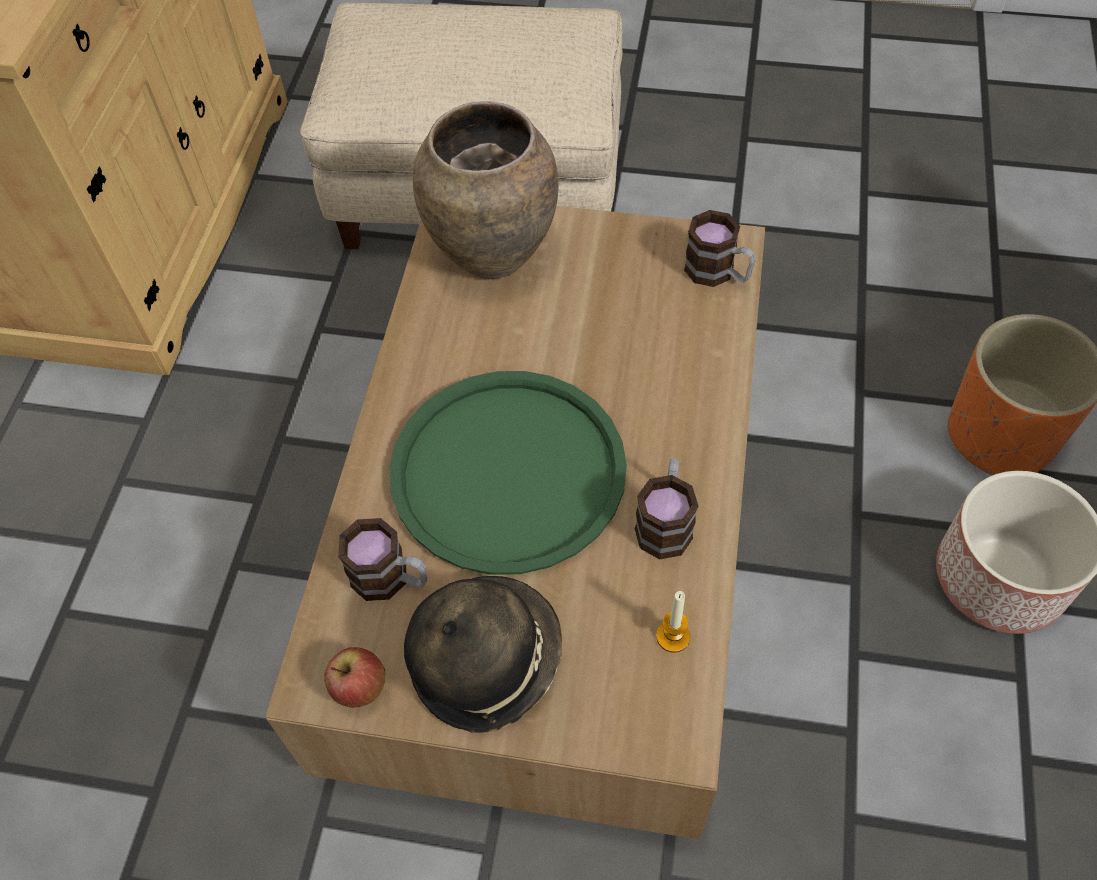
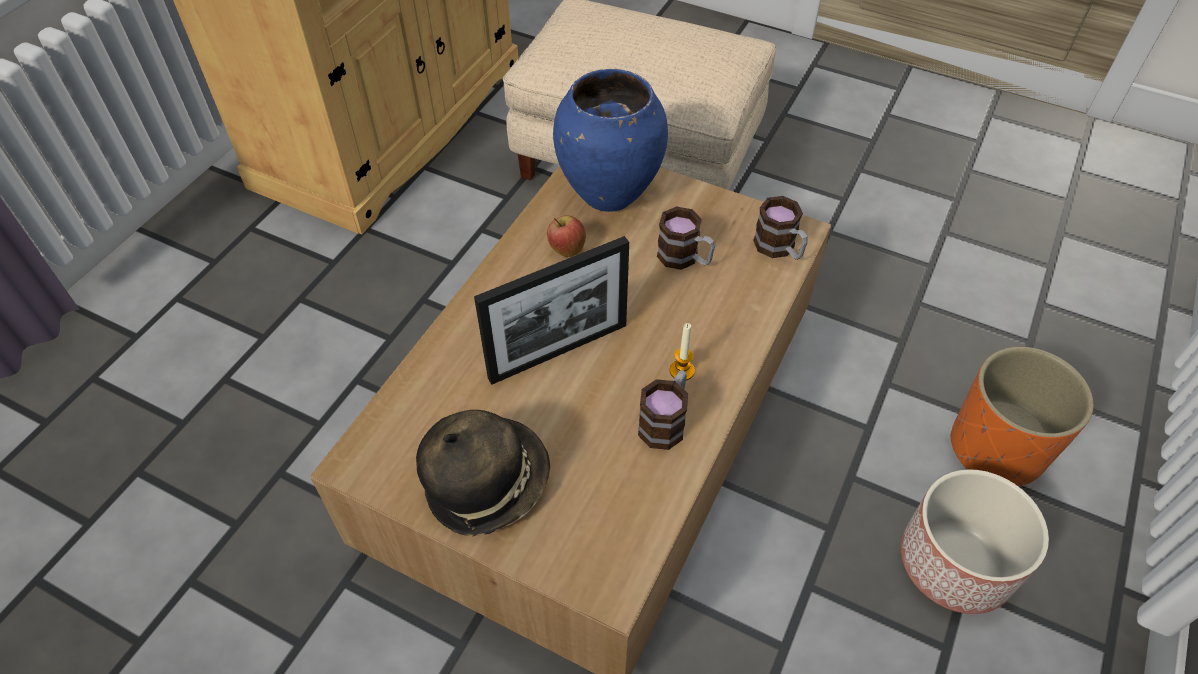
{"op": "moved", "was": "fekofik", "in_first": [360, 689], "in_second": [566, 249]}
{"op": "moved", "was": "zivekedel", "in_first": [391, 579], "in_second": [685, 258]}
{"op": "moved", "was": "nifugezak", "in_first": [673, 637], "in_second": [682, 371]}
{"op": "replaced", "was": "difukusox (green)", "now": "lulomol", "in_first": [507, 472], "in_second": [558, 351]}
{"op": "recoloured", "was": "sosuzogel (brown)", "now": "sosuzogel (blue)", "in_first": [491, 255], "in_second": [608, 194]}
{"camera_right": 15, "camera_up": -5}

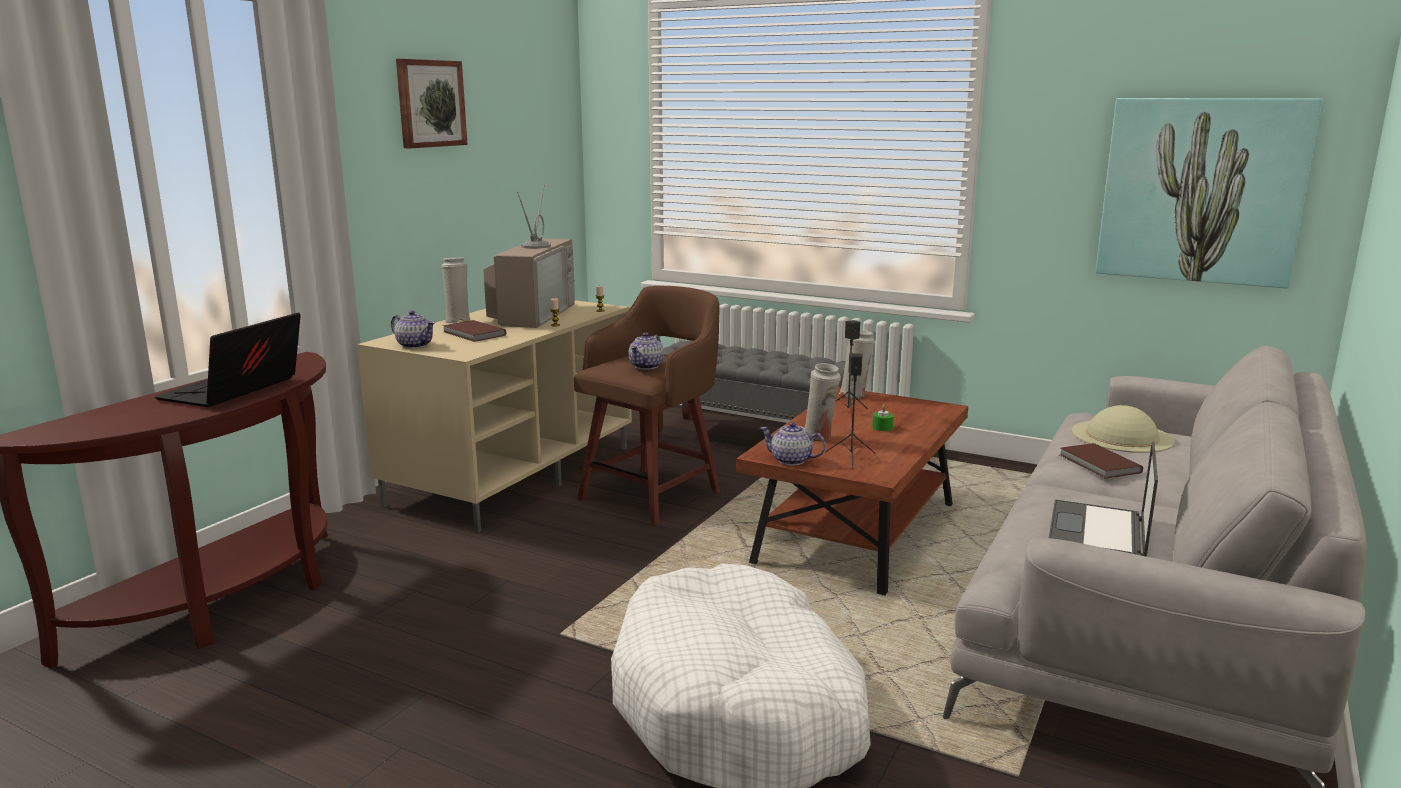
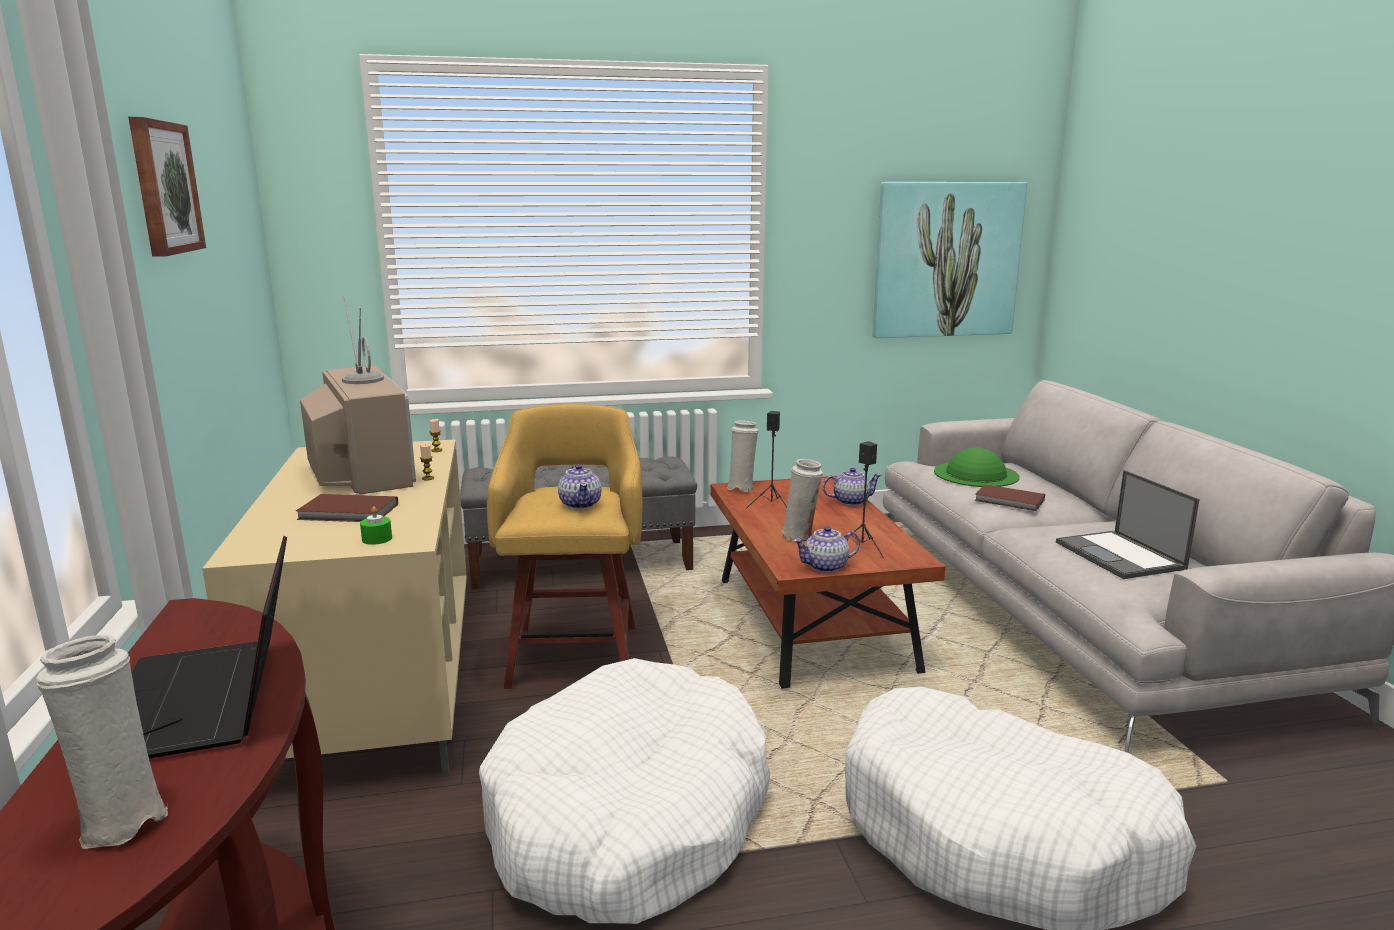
{"op": "added", "now": "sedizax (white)", "in_second": [629, 818]}
{"op": "moved", "was": "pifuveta", "in_first": [415, 345], "in_second": [850, 501]}
{"op": "moved", "was": "sosuzogel (white)", "in_first": [457, 322], "in_second": [119, 822]}
{"op": "moved", "was": "nifugezak (green)", "in_first": [882, 427], "in_second": [377, 539]}
{"op": "recoloured", "was": "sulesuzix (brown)", "now": "sulesuzix (yellow)", "in_first": [653, 494], "in_second": [575, 652]}
{"op": "recoloured", "was": "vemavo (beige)", "now": "vemavo (green)", "in_first": [1122, 436], "in_second": [976, 474]}
{"camera_right": -40, "camera_up": 0}

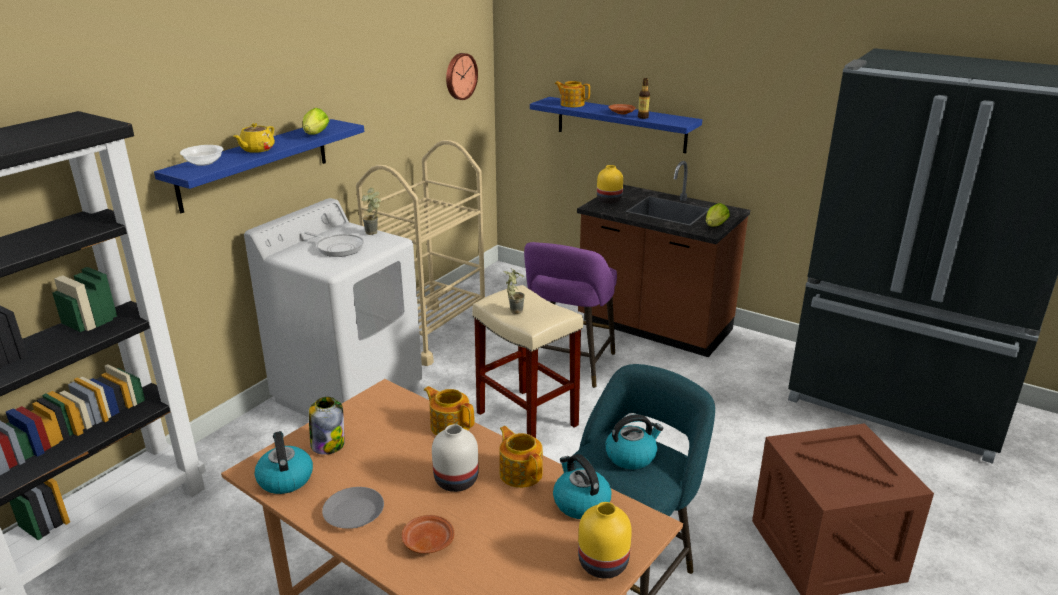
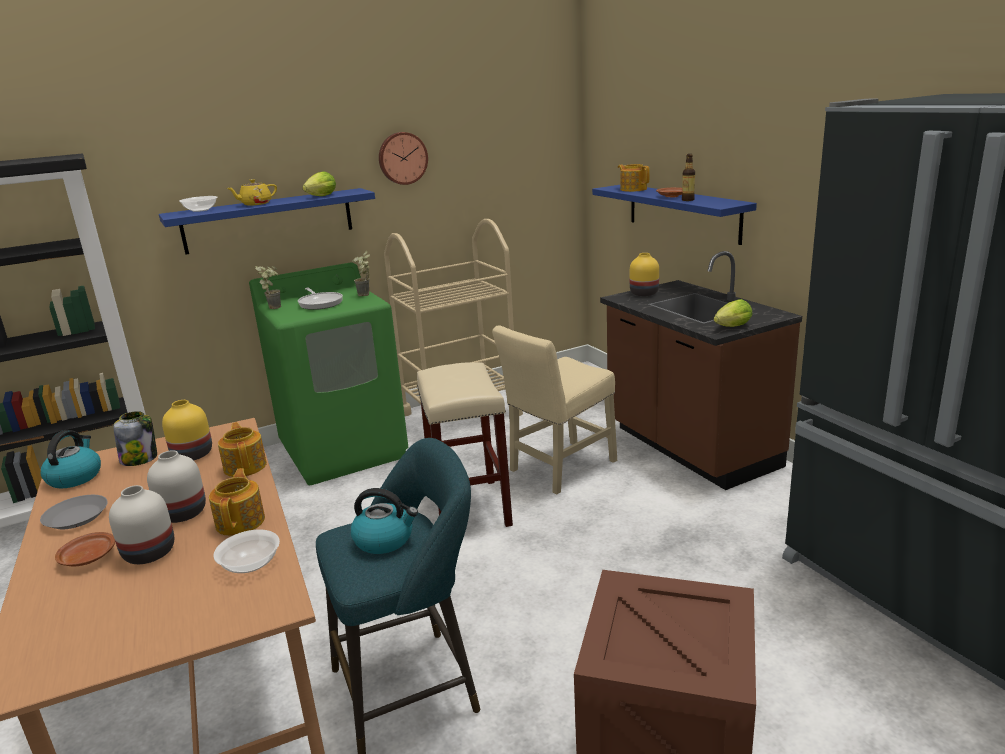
{"op": "added", "now": "sosuzogel (white)", "in_second": [148, 552]}
{"op": "moved", "was": "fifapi", "in_first": [460, 76], "in_second": [402, 158]}
{"op": "moved", "was": "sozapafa", "in_first": [513, 310], "in_second": [275, 306]}
{"op": "moved", "was": "sosuzogel (yellow)", "in_first": [601, 563], "in_second": [192, 454]}
{"op": "replaced", "was": "sulesuzix (purple)", "now": "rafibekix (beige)", "in_first": [569, 366], "in_second": [560, 468]}
{"op": "replaced", "was": "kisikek", "now": "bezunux", "in_first": [580, 503], "in_second": [250, 564]}
{"op": "recoloured", "was": "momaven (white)", "now": "momaven (green)", "in_first": [349, 393], "in_second": [344, 450]}
{"camera_right": 30, "camera_up": -5}

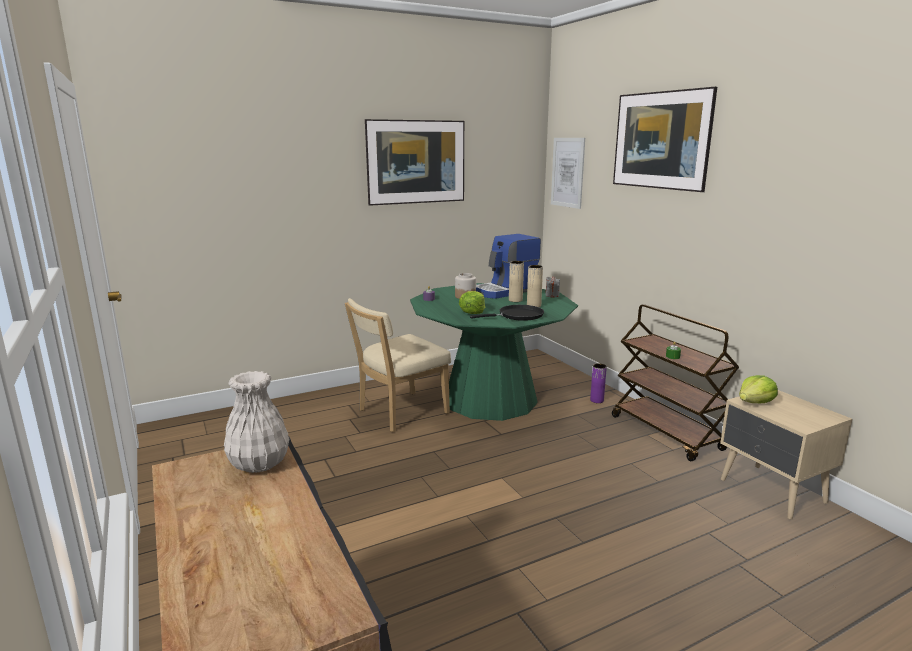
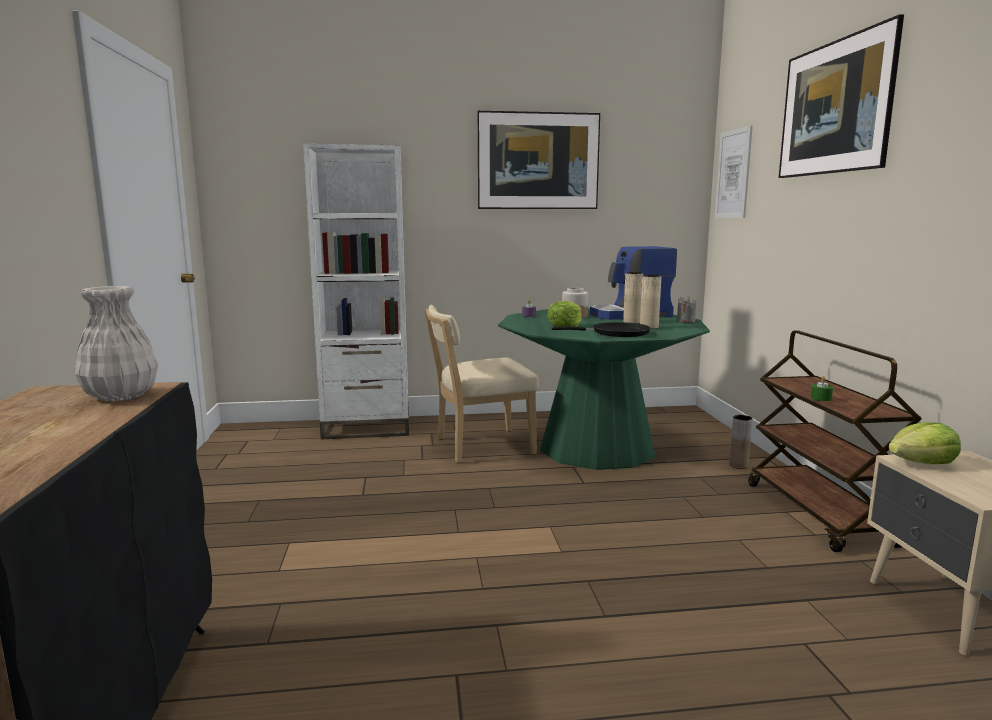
{"op": "added", "now": "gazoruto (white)", "in_second": [367, 428]}
{"op": "recoloured", "was": "sosuzogel (purple)", "now": "sosuzogel (brown)", "in_first": [596, 400], "in_second": [738, 465]}
{"camera_right": 20, "camera_up": -5}

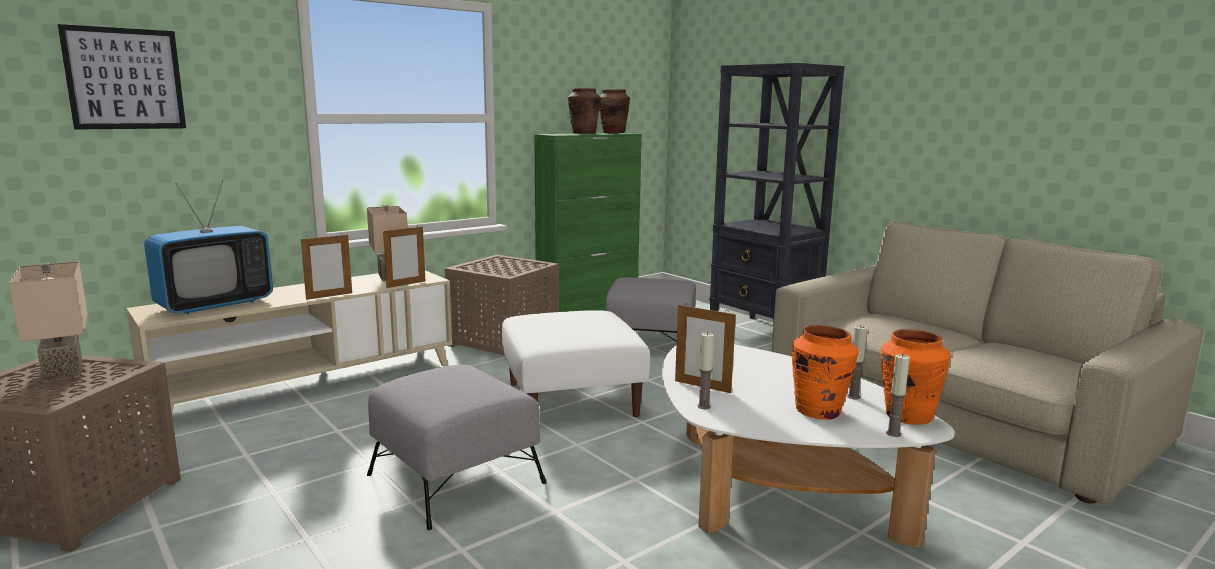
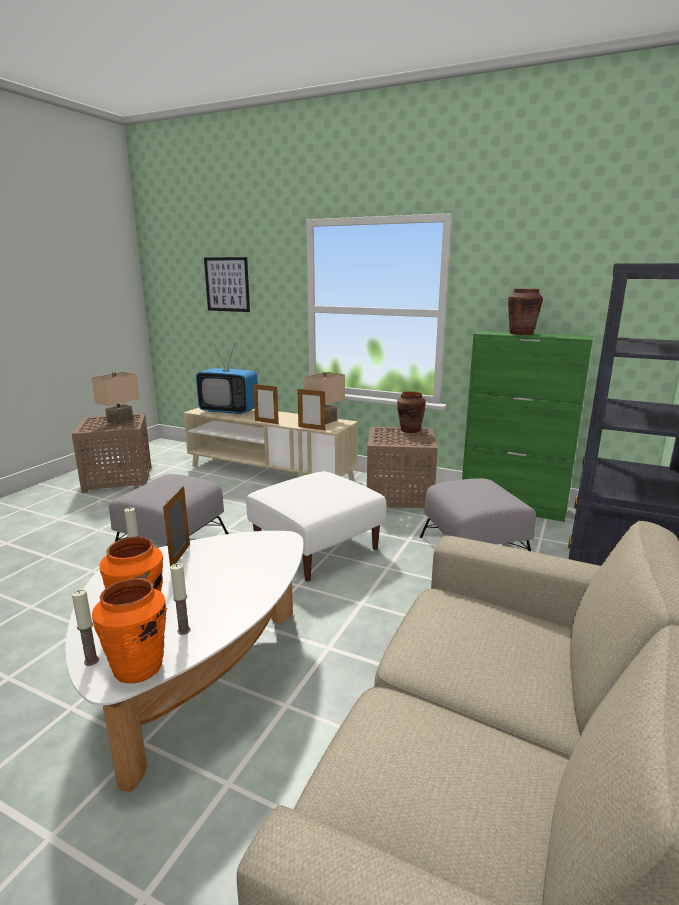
{"op": "moved", "was": "sosuzogel (brown)", "in_first": [613, 133], "in_second": [410, 430]}
{"camera_right": 65, "camera_up": 5}

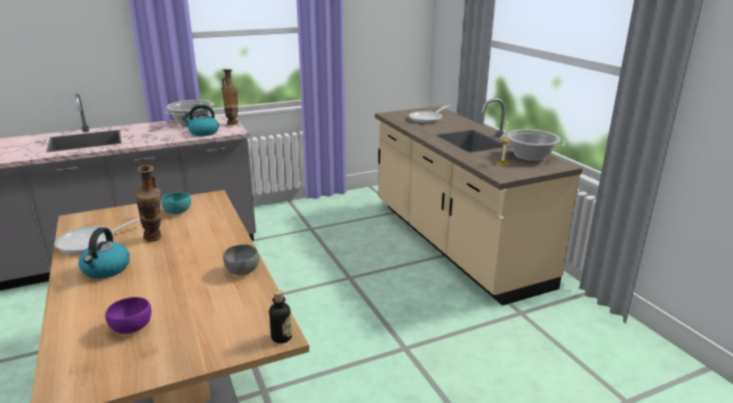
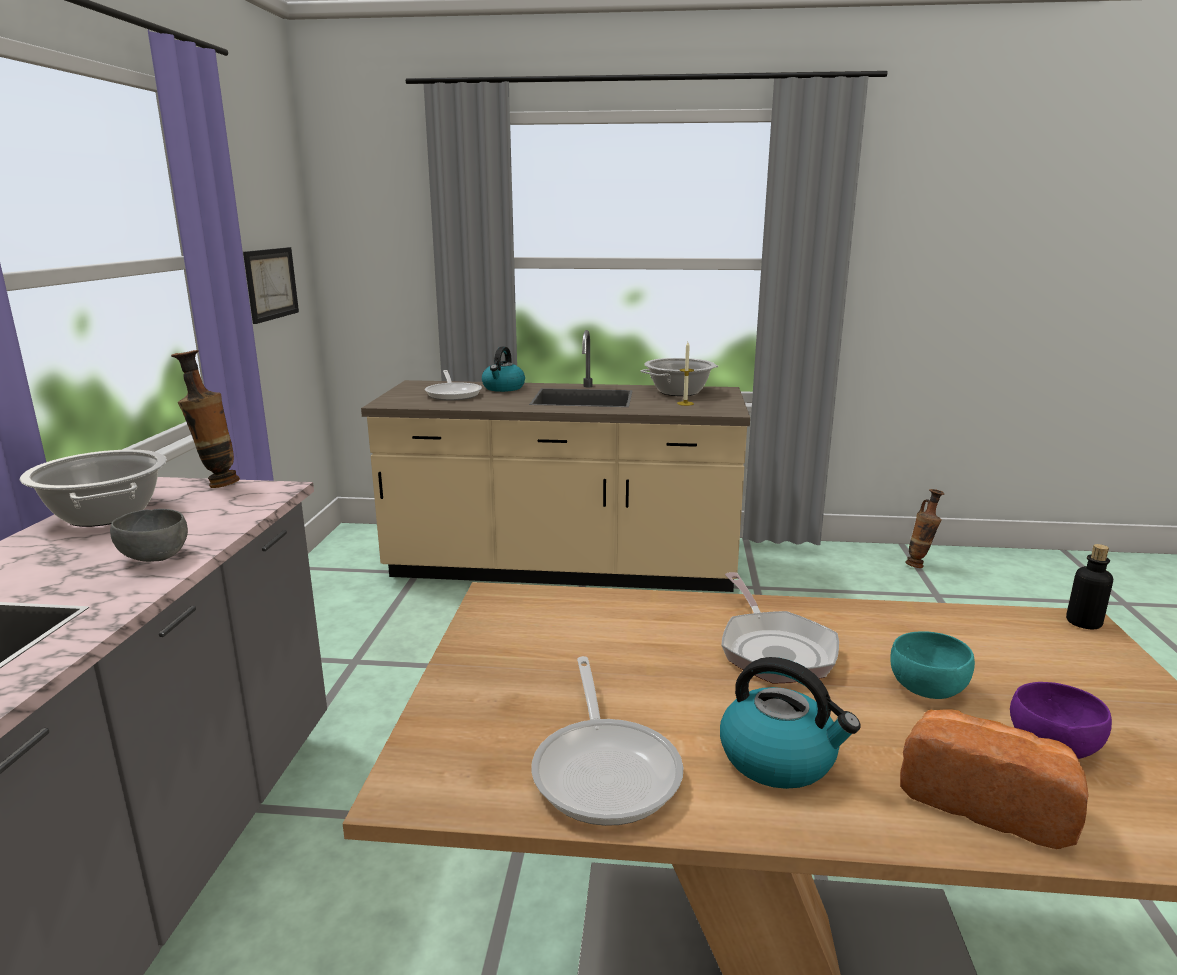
{"op": "added", "now": "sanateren", "in_second": [271, 284]}
{"op": "added", "now": "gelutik", "in_second": [774, 649]}
{"op": "added", "now": "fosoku", "in_second": [986, 800]}
{"op": "moved", "was": "sosuzogel", "in_first": [155, 240], "in_second": [919, 565]}
{"op": "moved", "was": "bezunux (turquoise)", "in_first": [178, 212], "in_second": [926, 690]}
{"op": "moved", "was": "kisikek", "in_first": [203, 132], "in_second": [503, 388]}
{"op": "moved", "was": "bezunux (grey)", "in_first": [243, 271], "in_second": [155, 557]}
{"camera_right": -60, "camera_up": -5}

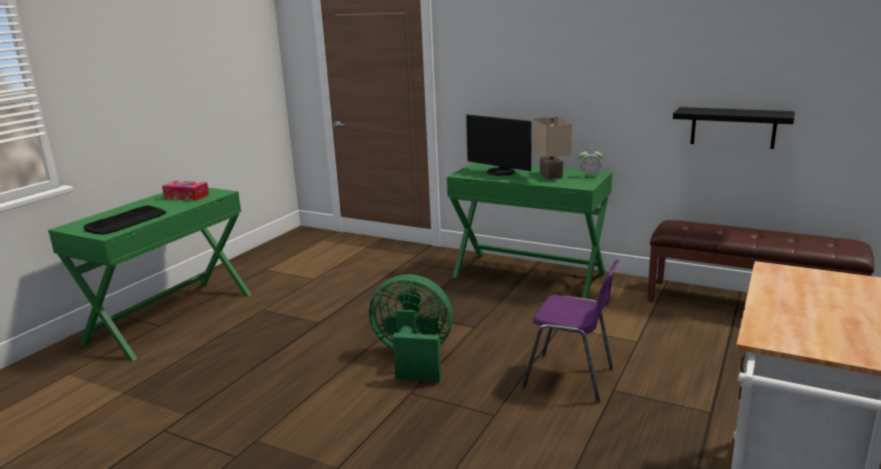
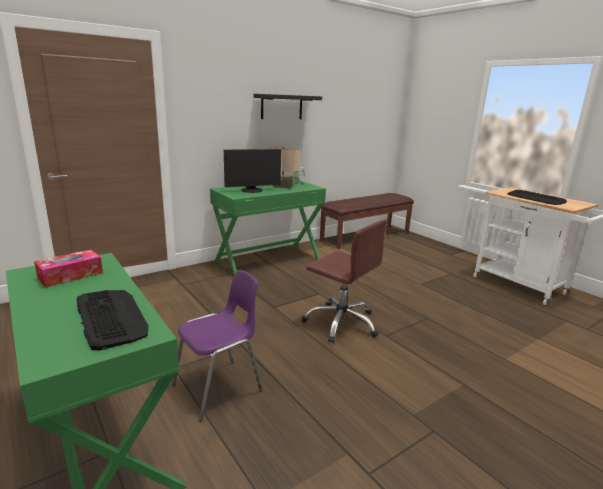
{"op": "added", "now": "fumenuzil", "in_second": [535, 198]}
{"op": "moved", "was": "rafibekix (purple)", "in_first": [571, 379], "in_second": [220, 388]}
{"op": "moved", "was": "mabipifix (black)", "in_first": [733, 127], "in_second": [281, 107]}
{"op": "replaced", "was": "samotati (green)", "now": "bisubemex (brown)", "in_first": [413, 358], "in_second": [341, 323]}
{"camera_right": -65, "camera_up": 0}

